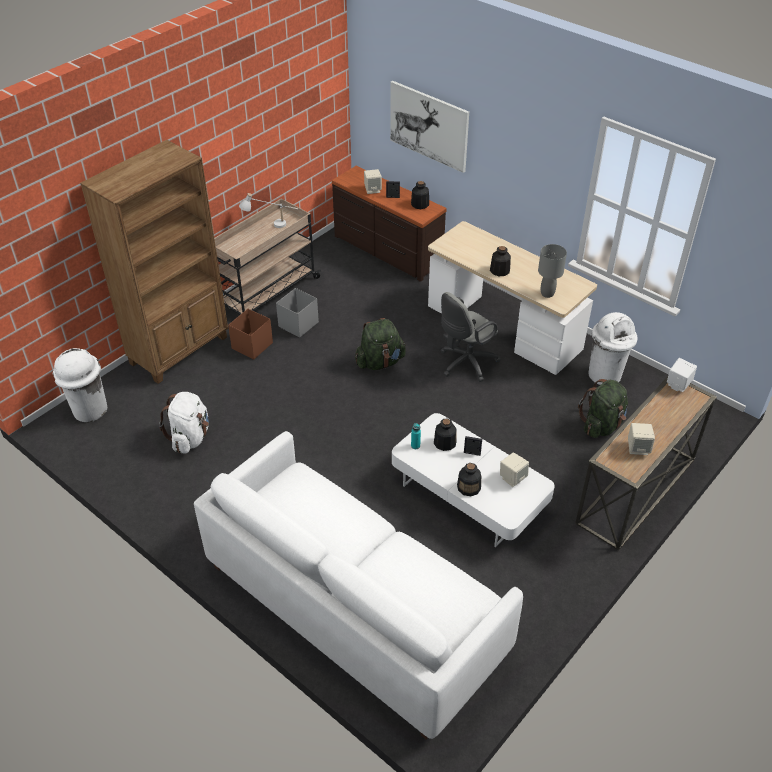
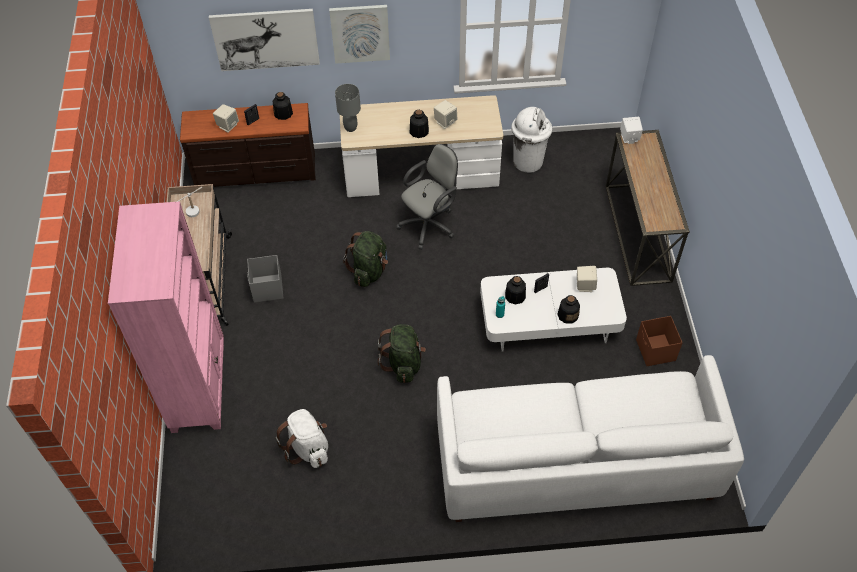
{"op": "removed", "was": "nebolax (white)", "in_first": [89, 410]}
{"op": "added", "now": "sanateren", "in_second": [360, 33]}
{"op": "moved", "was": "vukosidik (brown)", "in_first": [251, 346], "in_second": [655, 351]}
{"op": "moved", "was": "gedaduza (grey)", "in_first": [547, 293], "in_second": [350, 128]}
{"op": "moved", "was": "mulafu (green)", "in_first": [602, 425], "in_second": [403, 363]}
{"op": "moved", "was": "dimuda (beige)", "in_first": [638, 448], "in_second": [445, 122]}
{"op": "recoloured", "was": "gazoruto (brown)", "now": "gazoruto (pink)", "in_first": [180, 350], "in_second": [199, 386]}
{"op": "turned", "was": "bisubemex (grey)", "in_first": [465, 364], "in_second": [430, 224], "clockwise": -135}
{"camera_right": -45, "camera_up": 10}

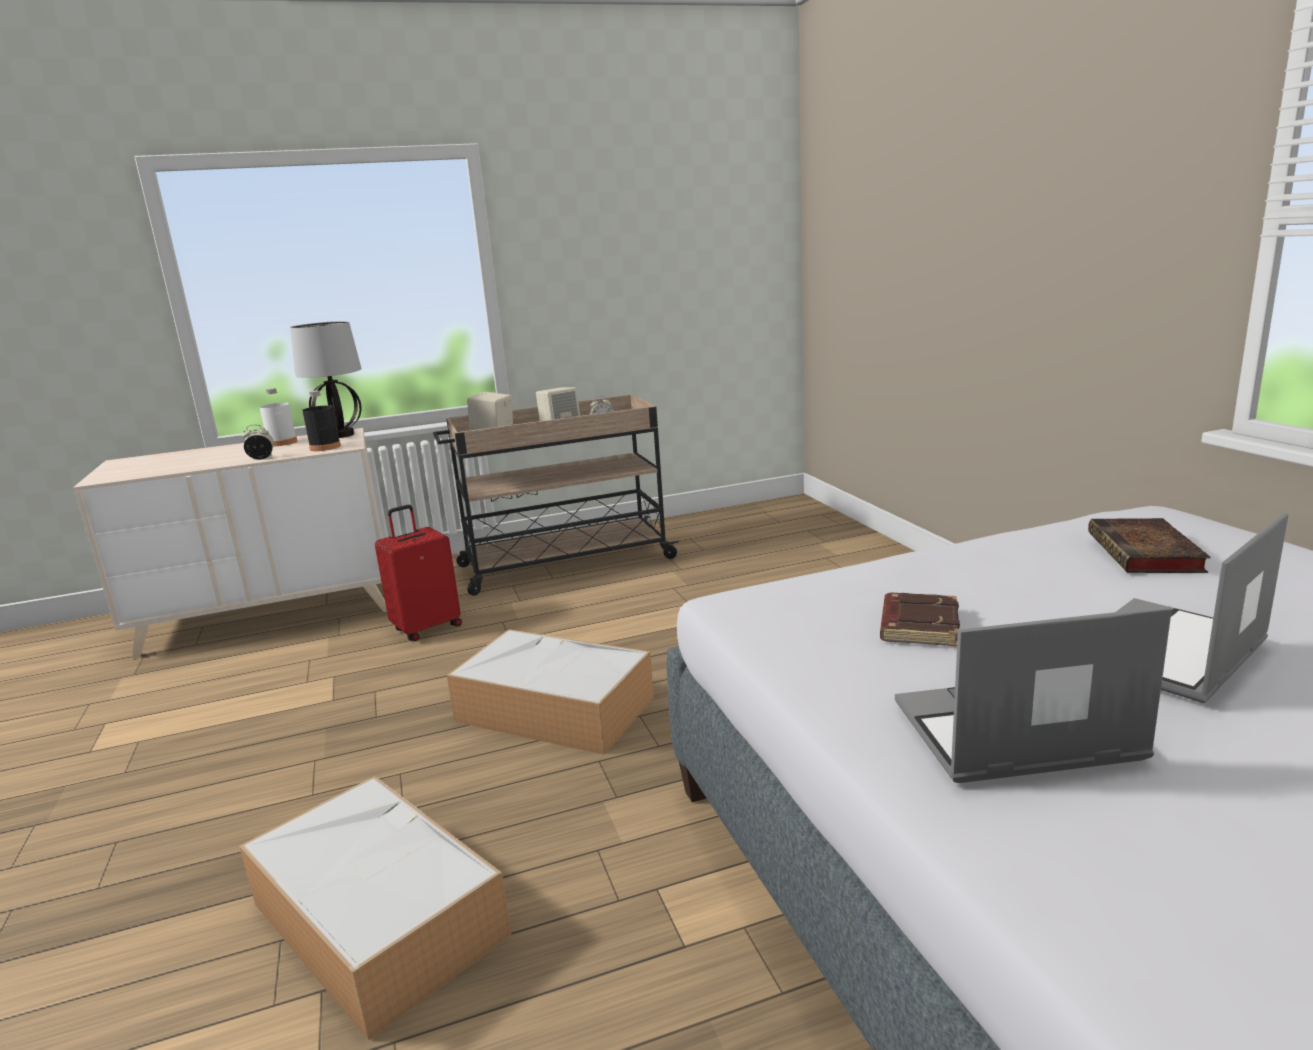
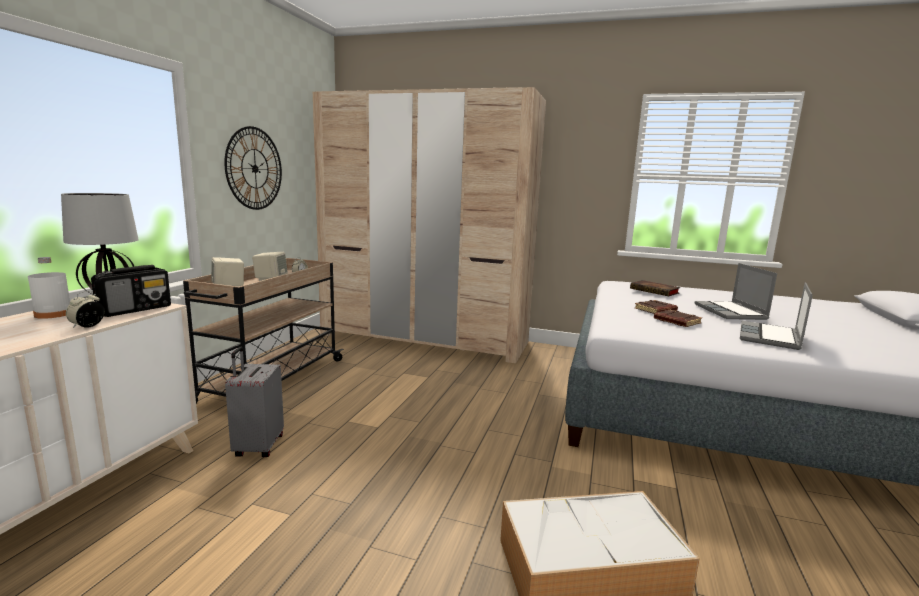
{"op": "removed", "was": "vukosidik", "in_first": [552, 709]}
{"op": "added", "now": "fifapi", "in_second": [254, 168]}
{"op": "added", "now": "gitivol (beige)", "in_second": [424, 338]}
{"op": "added", "now": "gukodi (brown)", "in_second": [655, 310]}
{"op": "replaced", "was": "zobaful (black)", "now": "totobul", "in_first": [325, 447], "in_second": [135, 310]}
{"op": "recoloured", "was": "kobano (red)", "now": "kobano (grey)", "in_first": [427, 628], "in_second": [258, 447]}
{"camera_right": -55, "camera_up": -5}

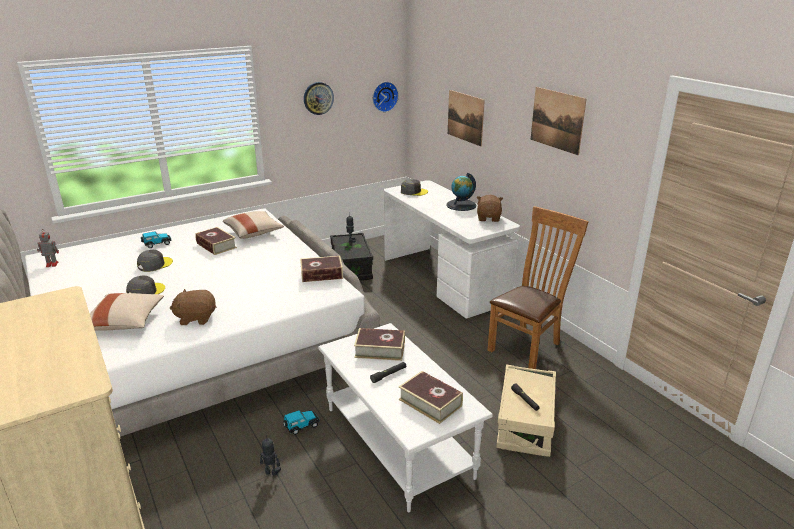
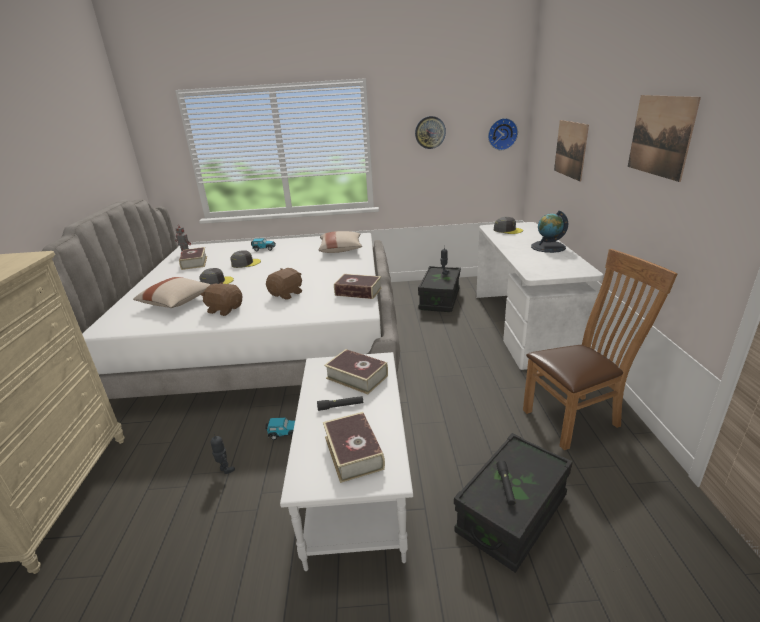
{"op": "moved", "was": "gukodi", "in_first": [216, 245], "in_second": [194, 263]}
{"op": "moved", "was": "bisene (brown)", "in_first": [489, 218], "in_second": [287, 294]}
{"op": "recoloured", "was": "vukosidik (beige)", "now": "vukosidik (black)", "in_first": [525, 424], "in_second": [511, 514]}
{"camera_right": 30, "camera_up": 0}

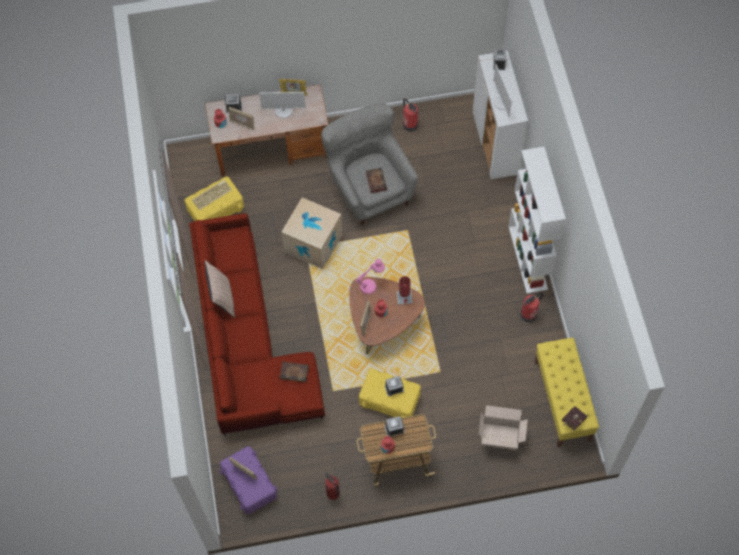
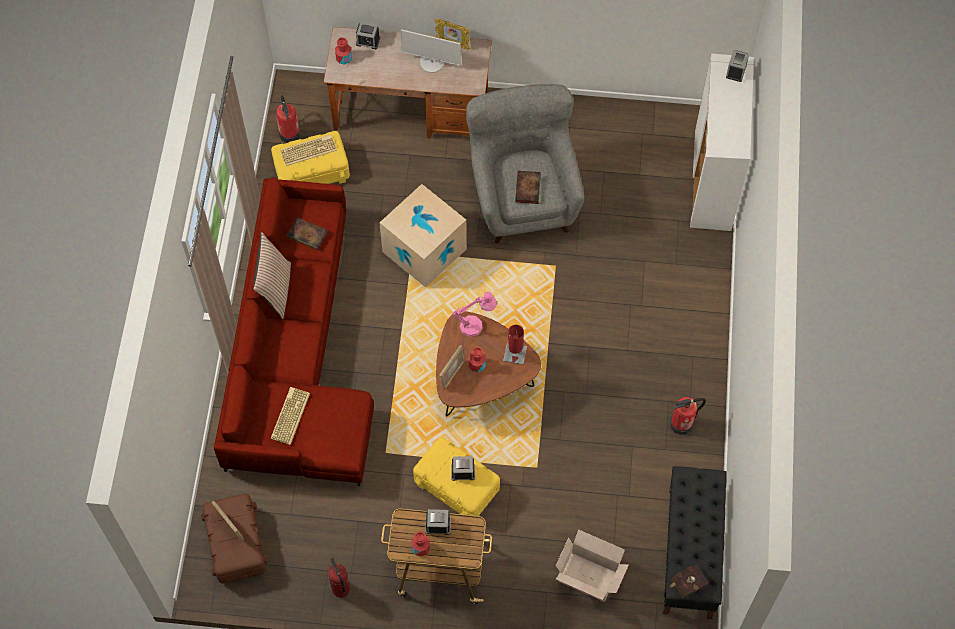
{"op": "removed", "was": "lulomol", "in_first": [242, 124]}
{"op": "removed", "was": "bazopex", "in_first": [502, 102]}
{"op": "removed", "was": "gazoruto (white)", "in_first": [528, 258]}
{"op": "added", "now": "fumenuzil", "in_second": [289, 415]}
{"op": "moved", "was": "gukodi", "in_first": [295, 372], "in_second": [308, 235]}
{"op": "moved", "was": "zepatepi", "in_first": [410, 125], "in_second": [289, 133]}
{"op": "recoloured", "was": "vukosidik (purple)", "now": "vukosidik (brown)", "in_first": [249, 484], "in_second": [236, 544]}
{"op": "recoloured", "was": "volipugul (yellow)", "now": "volipugul (black)", "in_first": [562, 400], "in_second": [690, 553]}
{"camera_right": 15, "camera_up": 0}

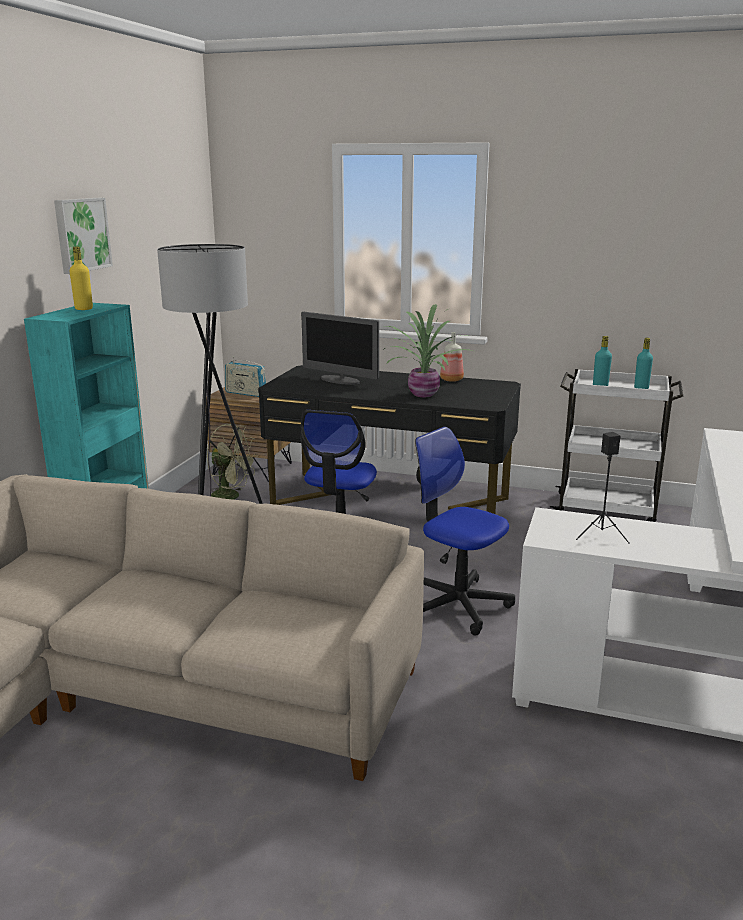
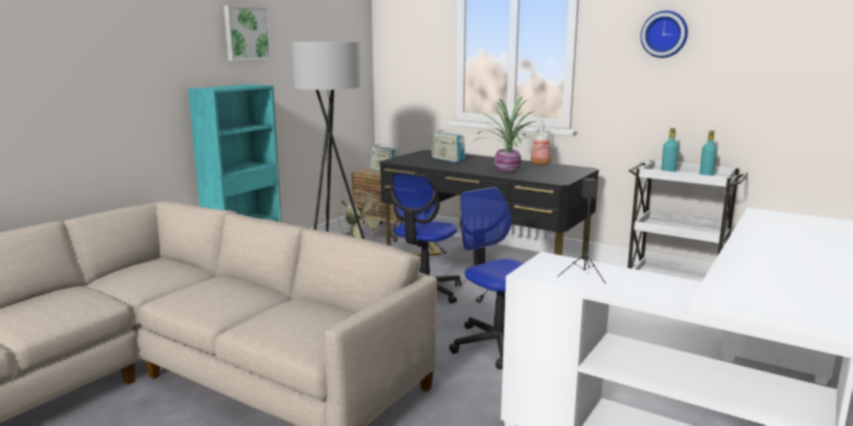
{"op": "removed", "was": "zobaful (yellow)", "in_first": [84, 309]}
{"op": "added", "now": "fifapi", "in_second": [664, 34]}
{"op": "replaced", "was": "bazopex", "now": "totobul", "in_first": [340, 380], "in_second": [447, 160]}
{"camera_right": 15, "camera_up": -5}

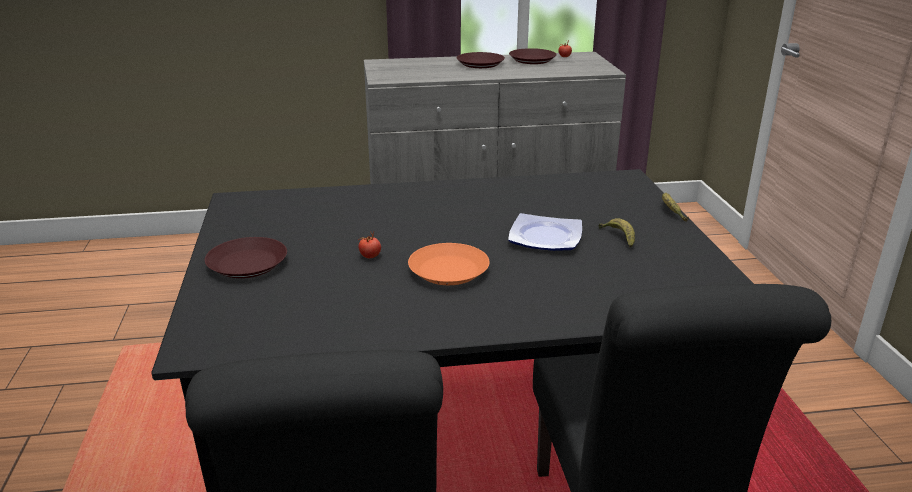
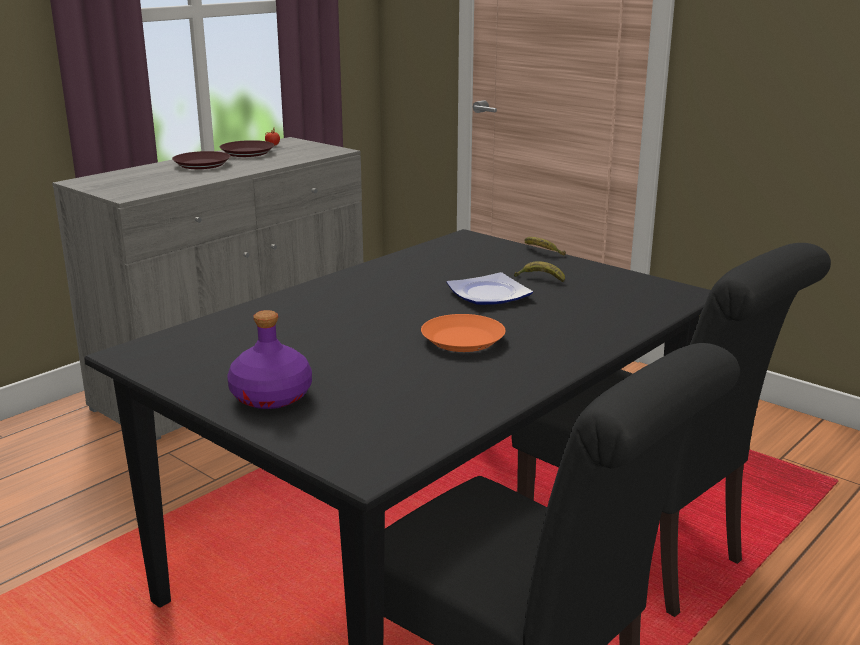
{"op": "removed", "was": "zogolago", "in_first": [370, 256]}
{"op": "replaced", "was": "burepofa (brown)", "now": "zobaful (purple)", "in_first": [246, 264], "in_second": [270, 397]}
{"camera_right": -40, "camera_up": -5}

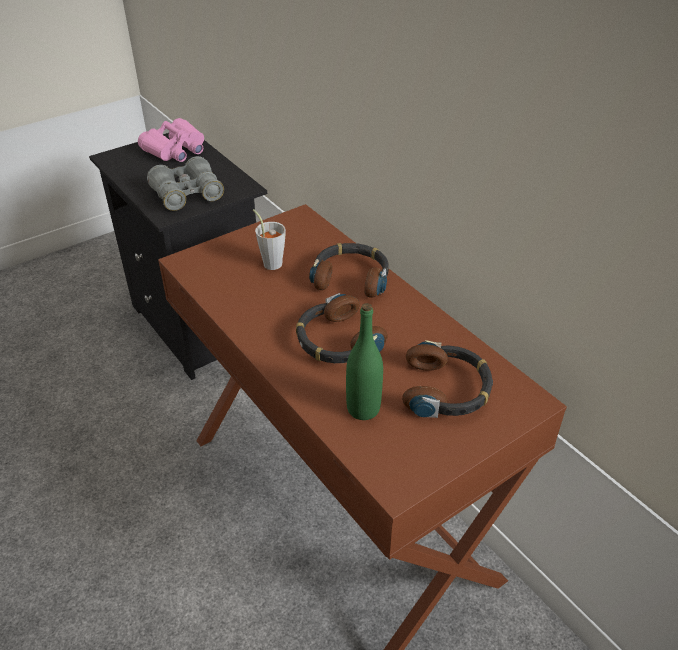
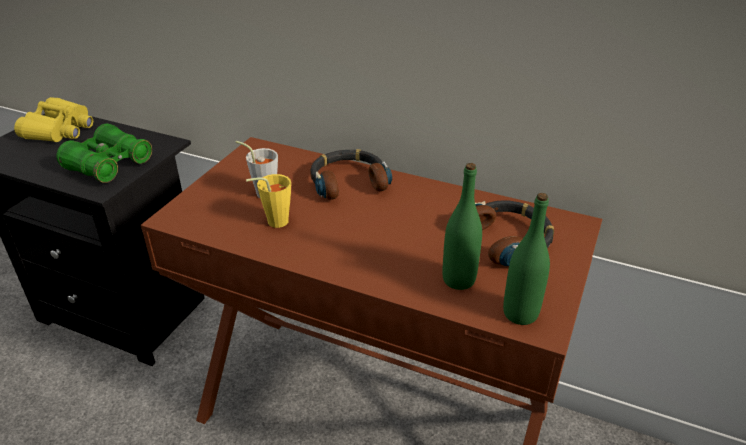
{"op": "removed", "was": "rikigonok", "in_first": [337, 340]}
{"op": "added", "now": "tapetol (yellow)", "in_second": [273, 222]}
{"op": "added", "now": "zobaful (green)", "in_second": [520, 313]}
{"op": "recoloured", "was": "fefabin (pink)", "now": "fefabin (yellow)", "in_first": [176, 150], "in_second": [60, 130]}
{"op": "recoloured", "was": "fefabin (grey)", "now": "fefabin (green)", "in_first": [187, 195], "in_second": [109, 165]}
{"camera_right": -30, "camera_up": -5}

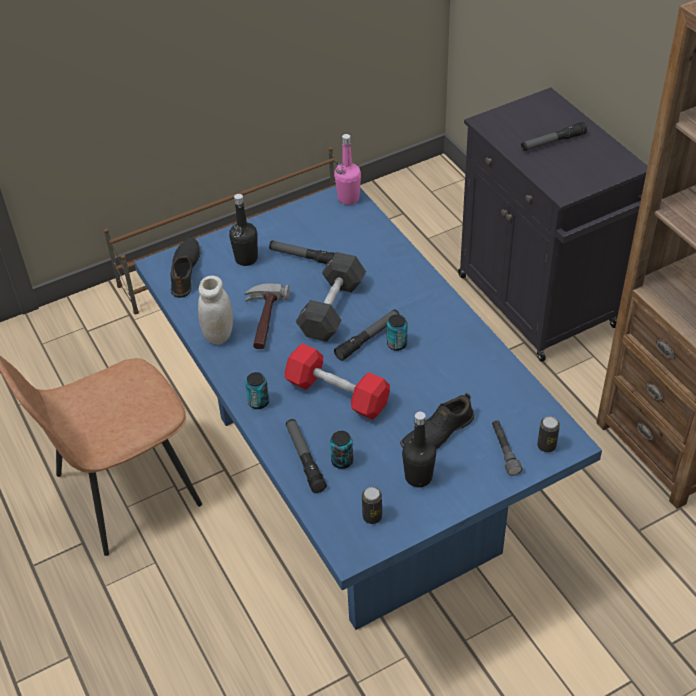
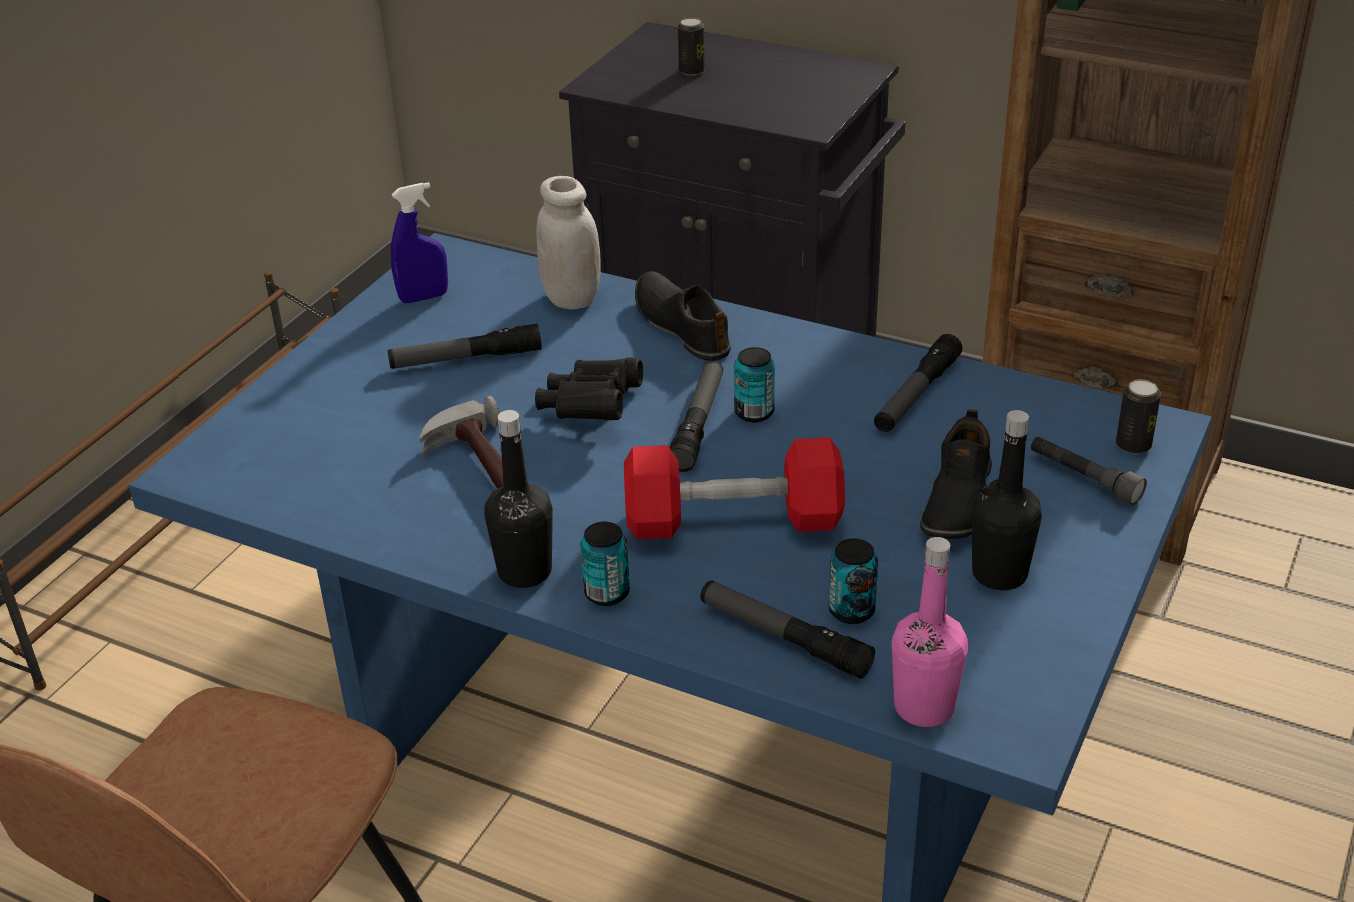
{"op": "added", "now": "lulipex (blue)", "in_second": [424, 297]}
{"op": "moved", "was": "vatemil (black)", "in_first": [186, 271], "in_second": [682, 325]}
{"op": "moved", "was": "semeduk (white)", "in_first": [219, 335], "in_second": [571, 298]}
{"op": "moved", "was": "zobaful (black)", "in_first": [246, 259], "in_second": [525, 571]}
{"op": "moved", "was": "zobaful (pink)", "in_first": [348, 198], "in_second": [924, 707]}
{"op": "moved", "was": "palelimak", "in_first": [372, 516], "in_second": [692, 71]}
{"op": "moved", "was": "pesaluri", "in_first": [553, 142], "in_second": [916, 394]}
{"op": "replaced", "was": "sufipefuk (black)", "now": "fefabin (black)", "in_first": [332, 309], "in_second": [591, 409]}
{"camera_right": -35, "camera_up": -10}

